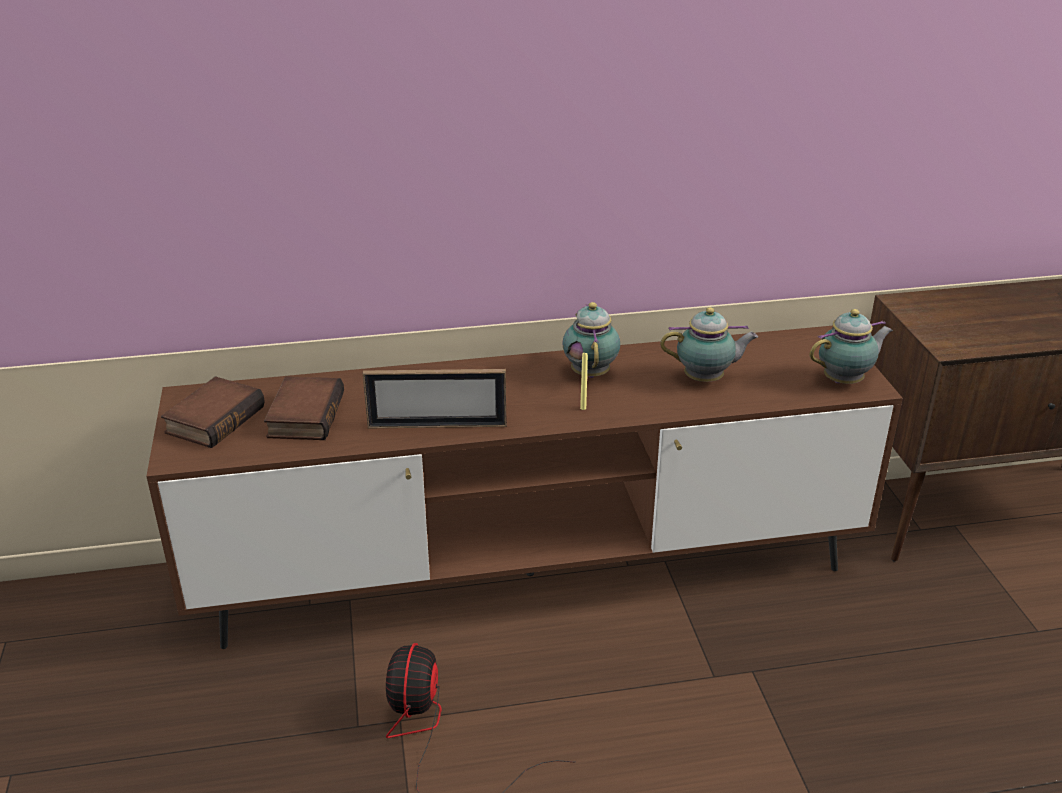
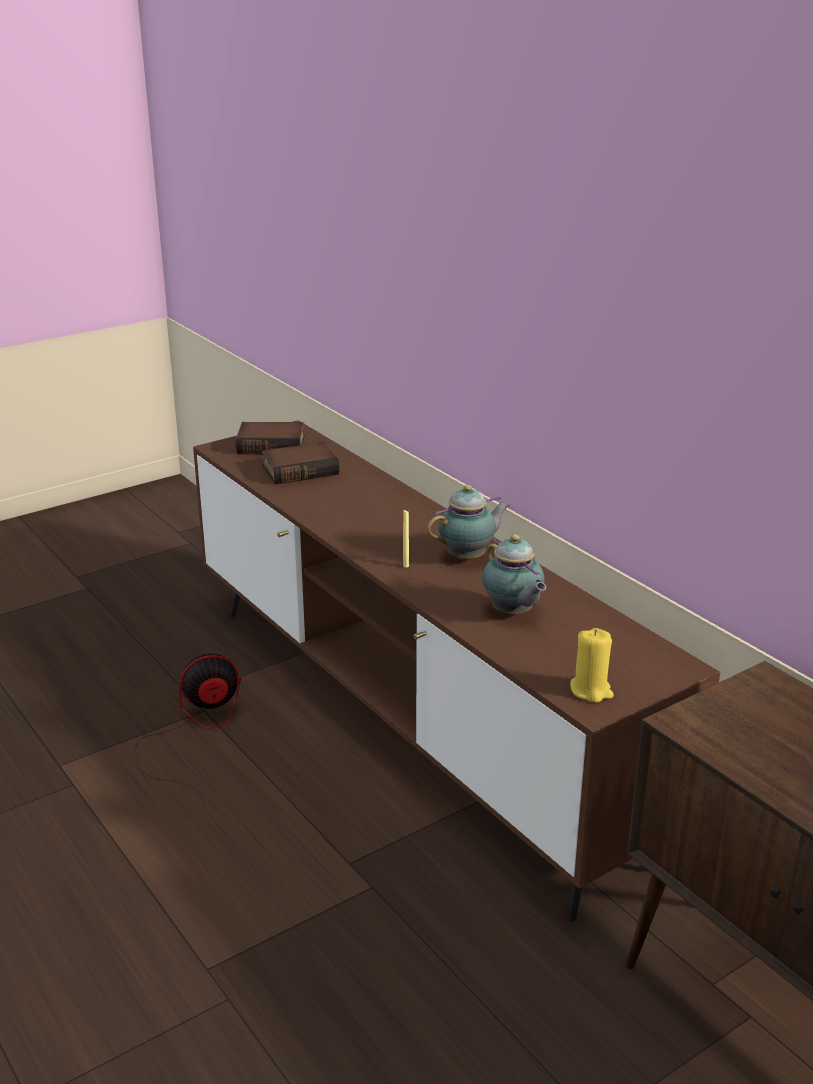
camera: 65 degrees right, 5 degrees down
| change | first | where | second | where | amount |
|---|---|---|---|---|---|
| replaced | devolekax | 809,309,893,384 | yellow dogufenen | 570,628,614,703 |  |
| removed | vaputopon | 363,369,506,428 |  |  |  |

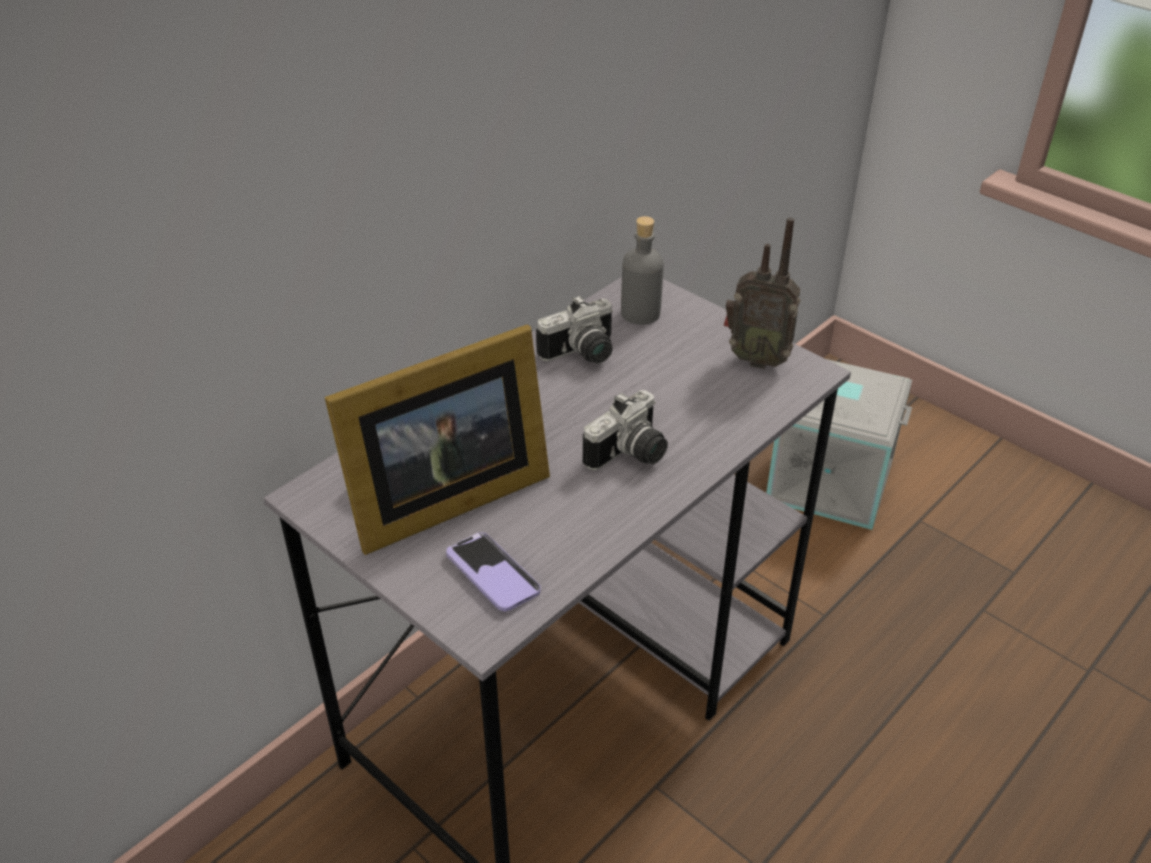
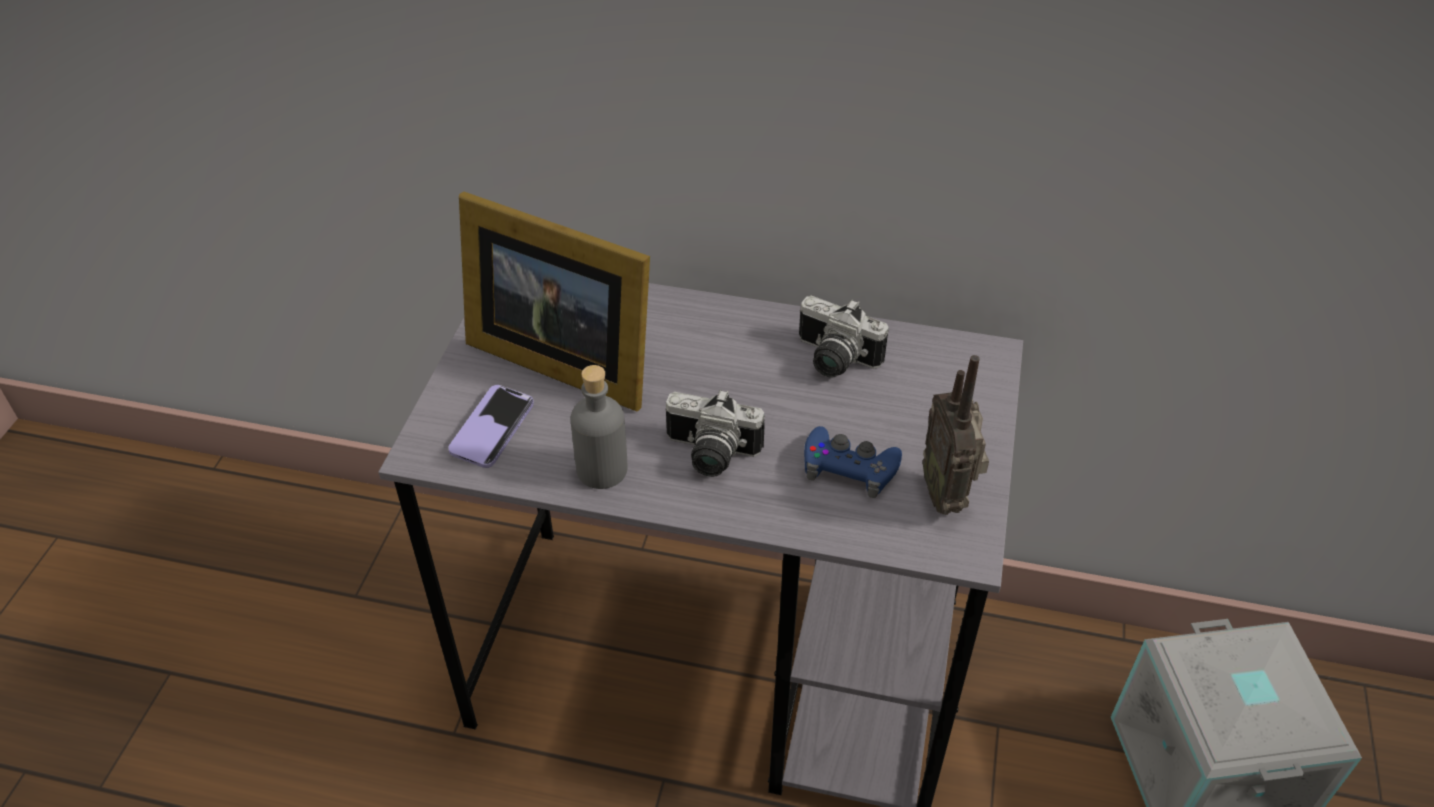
camera: 60 degrees right, 5 degrees up
| change | first | where | second | where | amount |
|---|---|---|---|---|---|
| moved | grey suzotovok | 621,216,664,325 |  | 571,365,627,489 |  |
| added |  |  | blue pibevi | 804,426,902,498 |  |

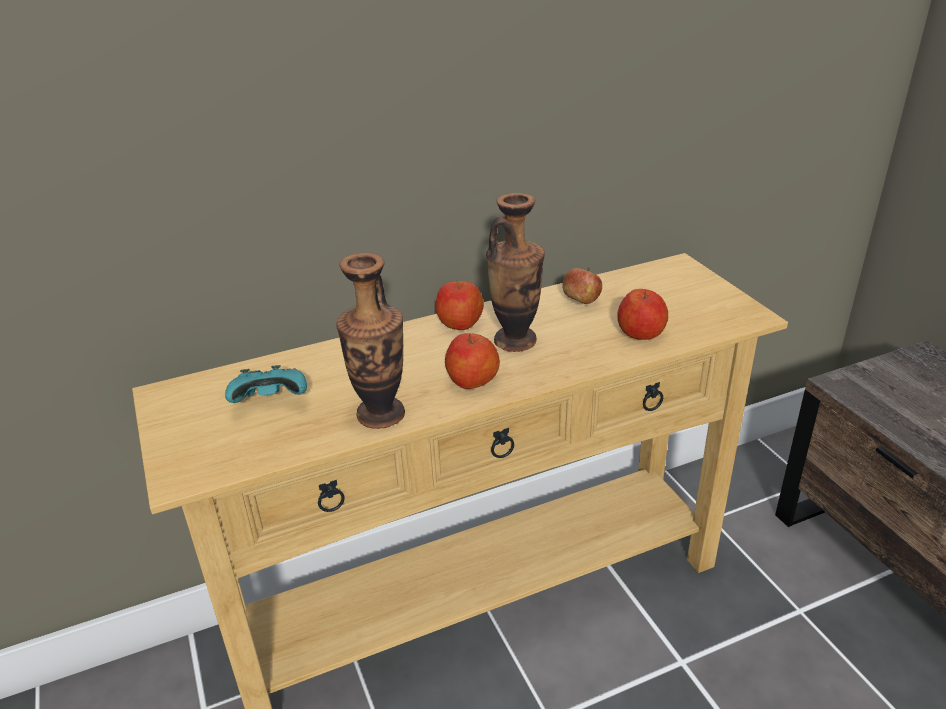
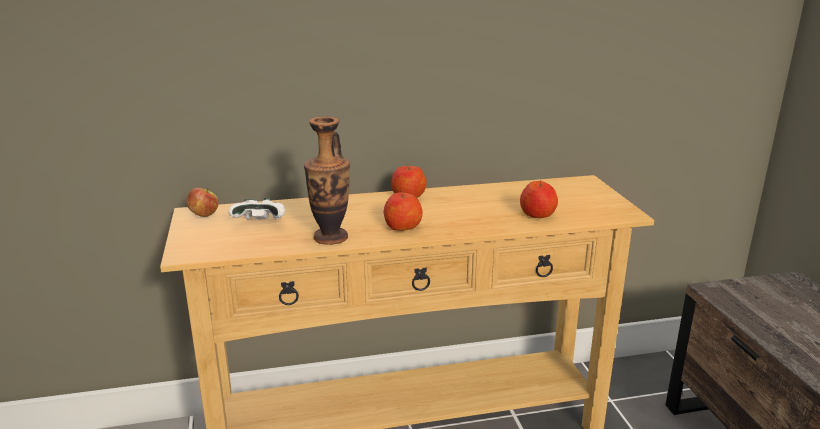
camera: 10 degrees right, 10 degrees down
| change | first | where | second | where | amount |
|---|---|---|---|---|---|
| removed | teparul | 486,193,545,352 |  |  |  |
| moved | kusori | 562,267,602,304 |  | 187,188,219,217 |  |
| recoloured | turquoise pibevi | 225,365,307,403 | white pibevi | 229,198,285,220 |  |

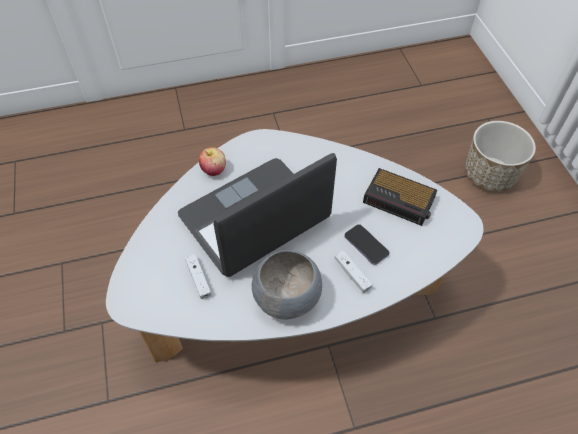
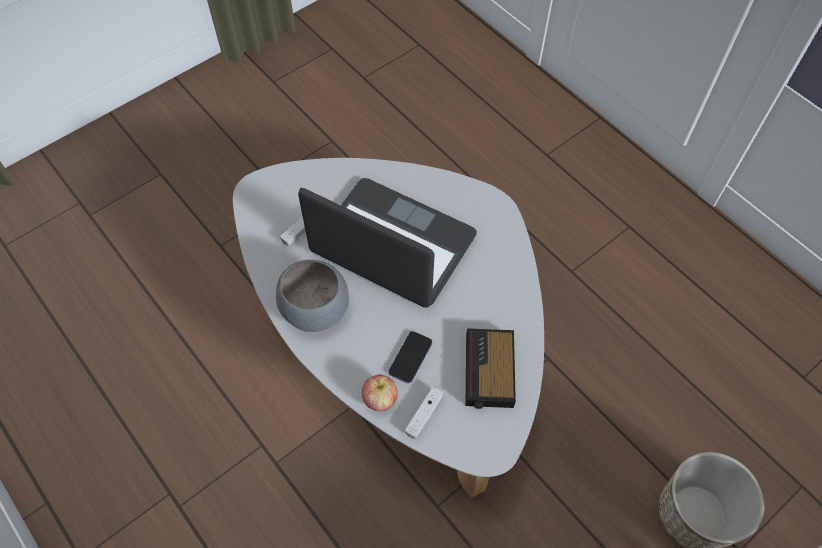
camera: 65 degrees right, 5 degrees up
| change | first | where | second | where | amount |
|---|---|---|---|---|---|
| moved | kusori | 199,147,226,176 |  | 362,375,398,411 |  |
| moved | white pibevi | 334,250,372,293 |  | 404,386,444,439 |  |

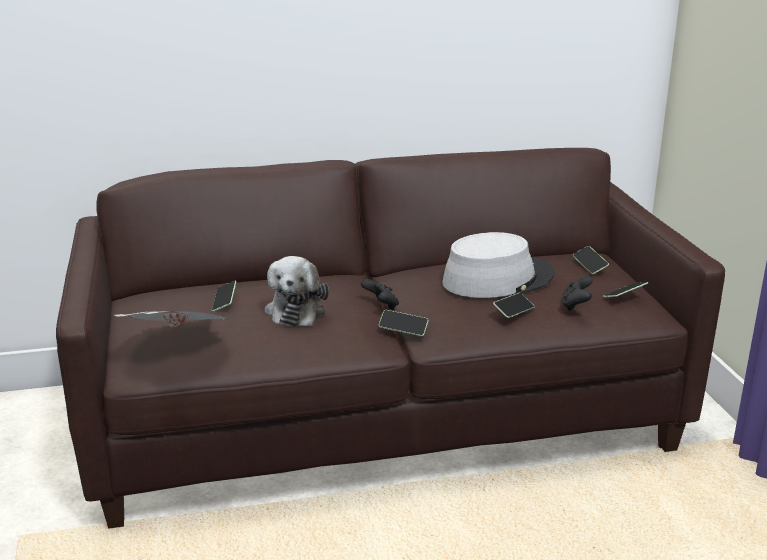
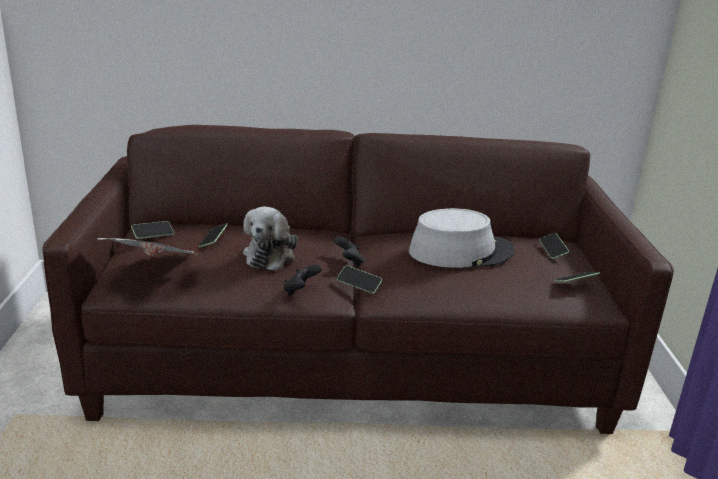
camera: 10 degrees right, 0 degrees up
| change | first | where | second | where | amount |
|---|---|---|---|---|---|
| moved | black pibevi | 562,276,593,311 |  | 284,264,322,295 |  |
| moved | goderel | 493,293,535,318 |  | 131,221,174,239 |  |

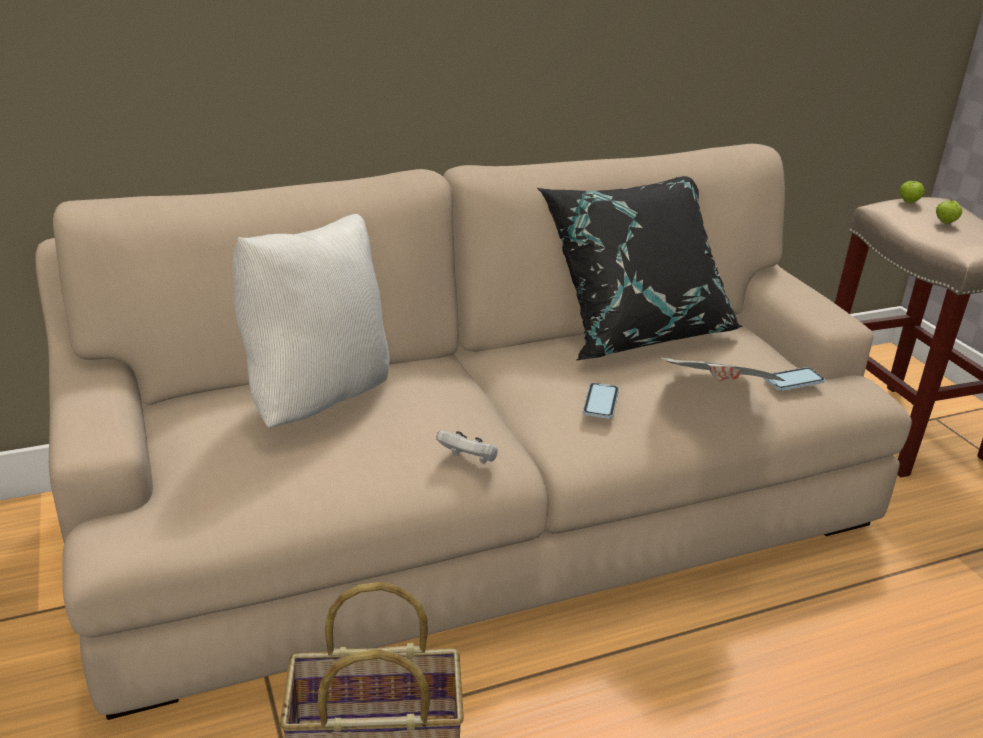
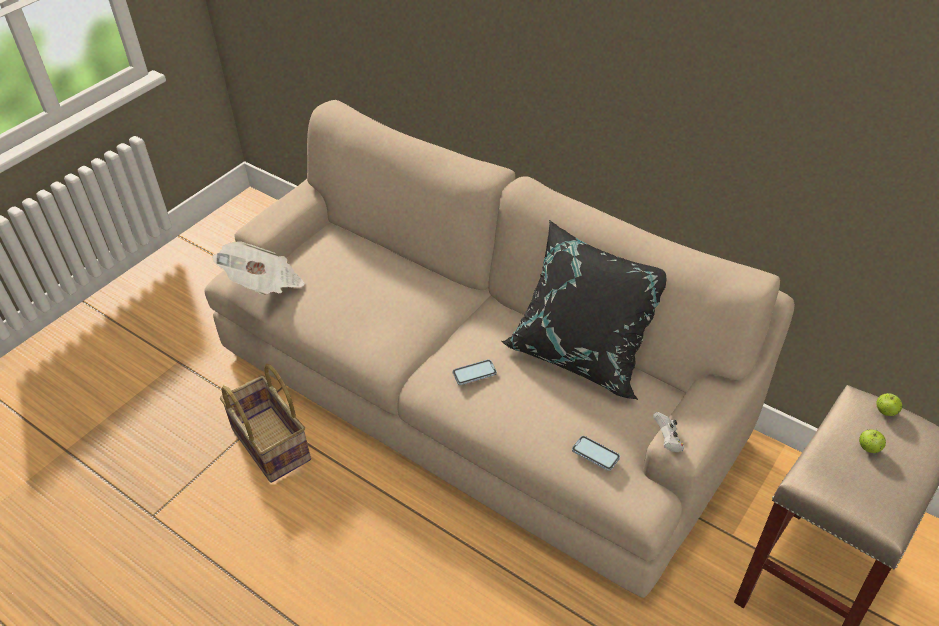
camera: 60 degrees right, 15 degrees up
| change | first | where | second | where | amount |
|---|---|---|---|---|---|
| removed | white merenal | 232,214,389,428 |  |  |  |
| moved | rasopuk | 659,357,785,381 |  | 212,241,305,294 |  |
| moved | white pibevi | 436,431,498,464 |  | 653,412,684,452 |  |

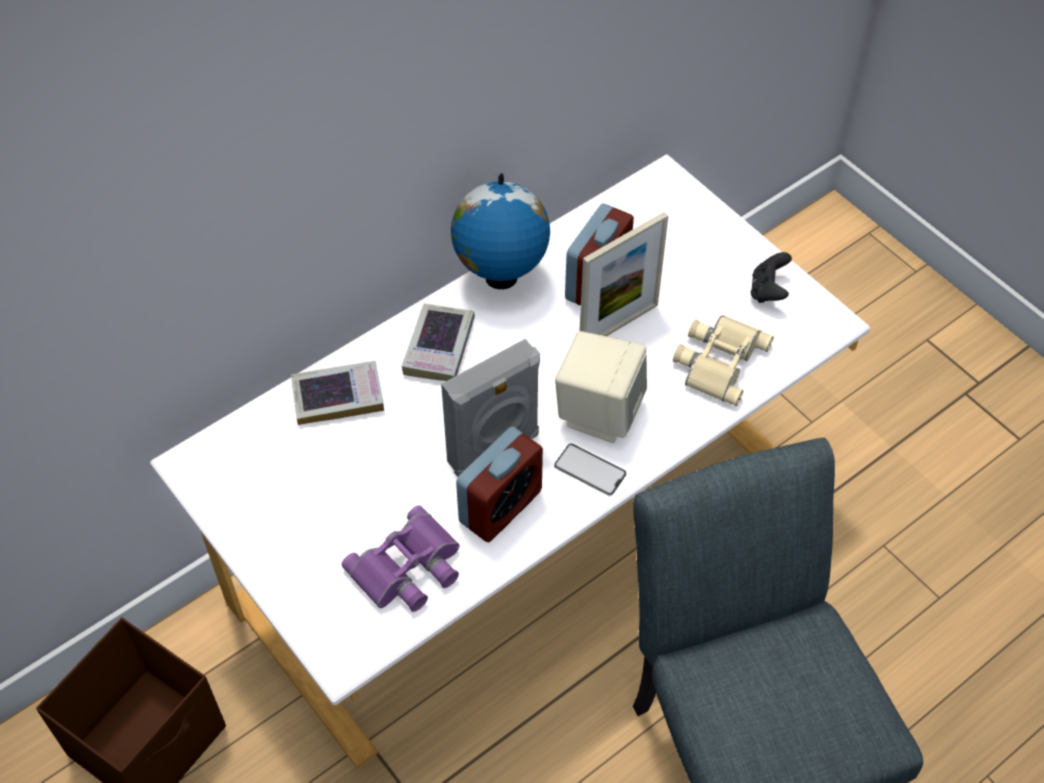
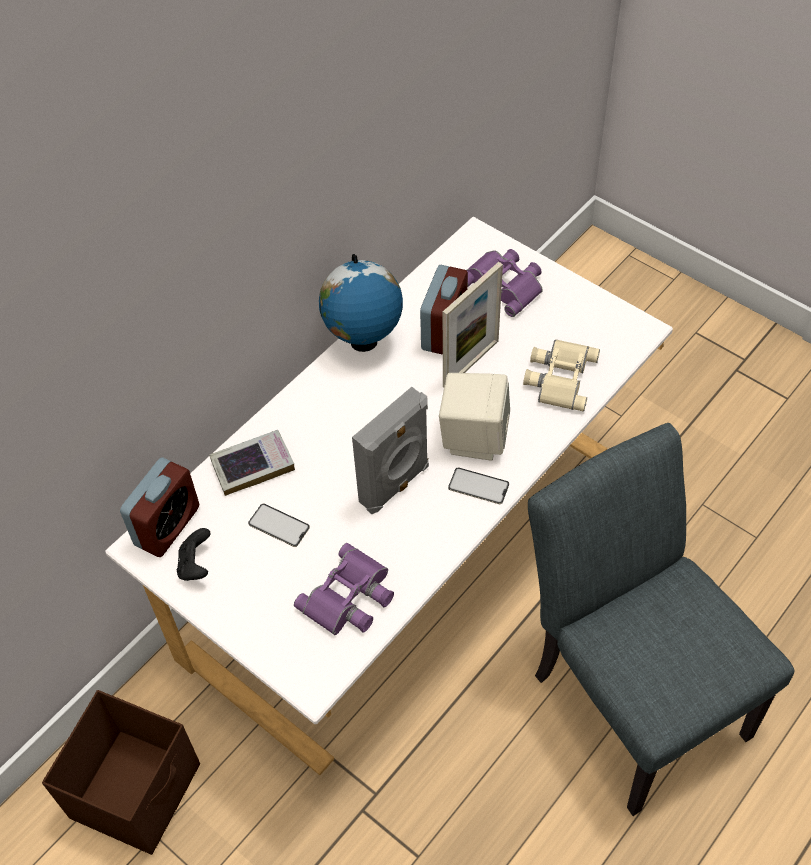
camera: 10 degrees left, 0 degrees up
| change | first | where | second | where | amount |
|---|---|---|---|---|---|
| moved | black pibevi | 751,252,792,303 |  | 177,528,211,581 |  |
| removed | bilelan | 401,304,475,381 |  |  |  |
| moved | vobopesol | 456,426,543,542 |  | 120,457,199,557 |  |
| added |  |  | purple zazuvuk | 466,249,543,317 |  |
| added |  |  | goderel | 248,504,310,547 |  |

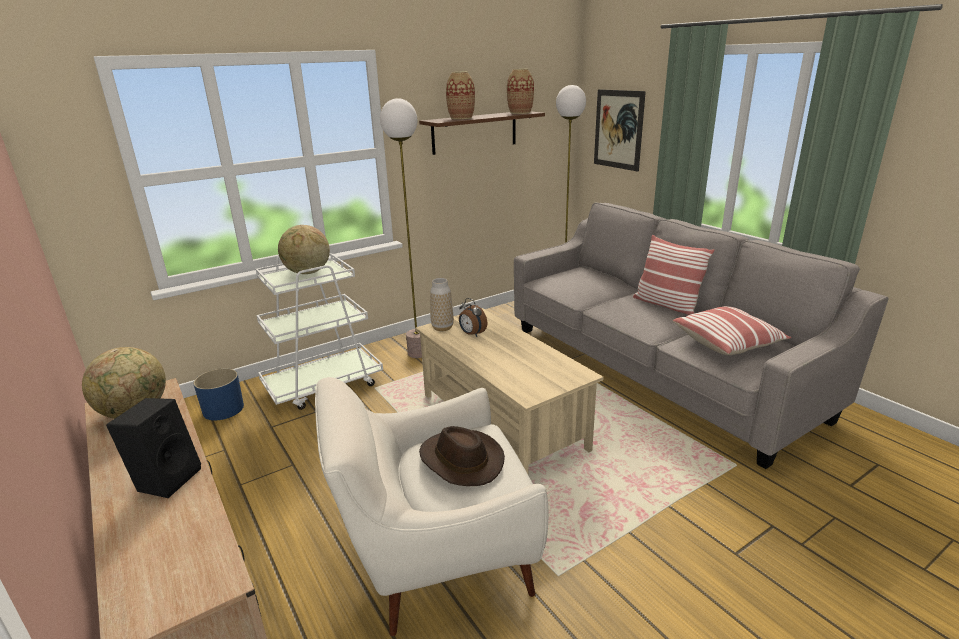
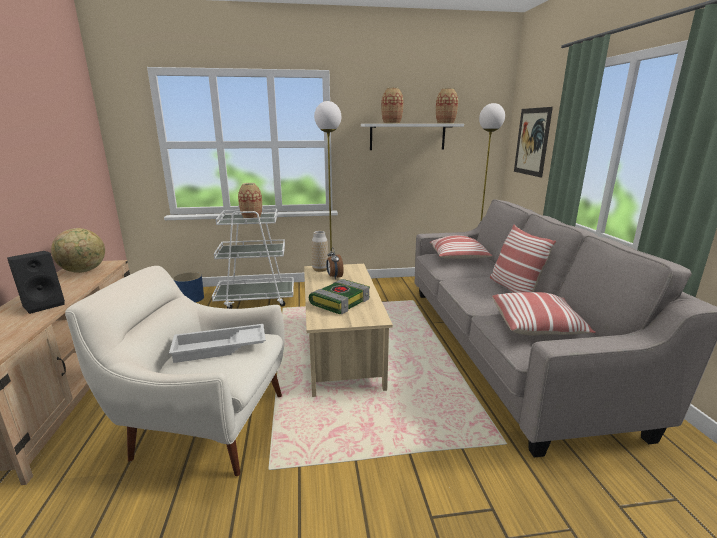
camera: 25 degrees right, 5 degrees down
| change | first | where | second | where | amount |
|---|---|---|---|---|---|
| recoloured | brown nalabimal | 419,112,545,155 | white nalabimal | 361,124,464,150 |  |
| replaced | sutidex | 278,225,330,274 | teparul | 238,183,262,218 |  |
| replaced | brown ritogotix | 419,426,505,486 | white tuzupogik | 169,324,266,363 |  |
| added |  |  | merenal | 430,235,492,259 |  |
| added |  |  | bilelan | 309,279,370,314 |  |

